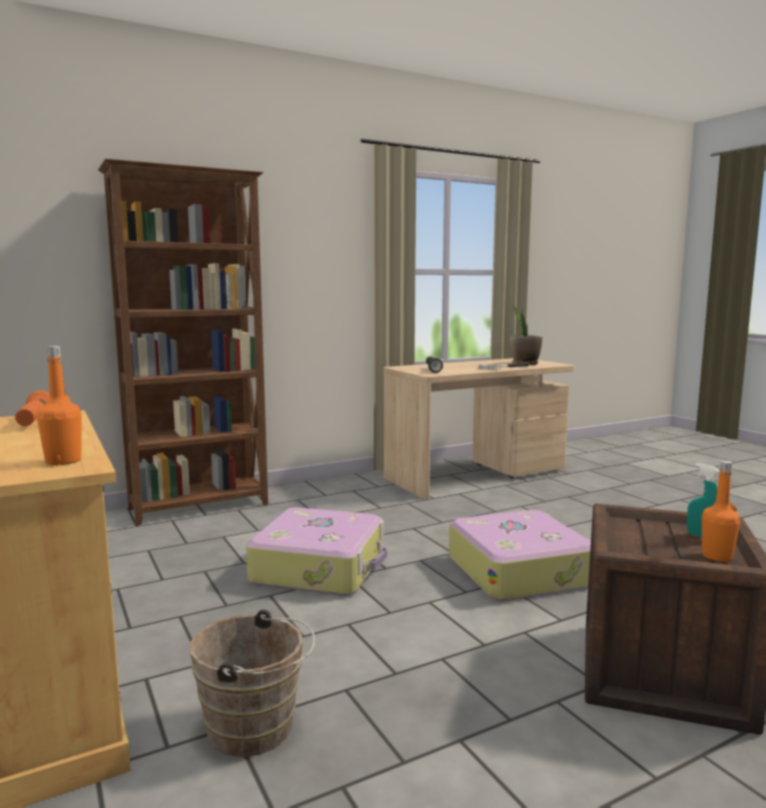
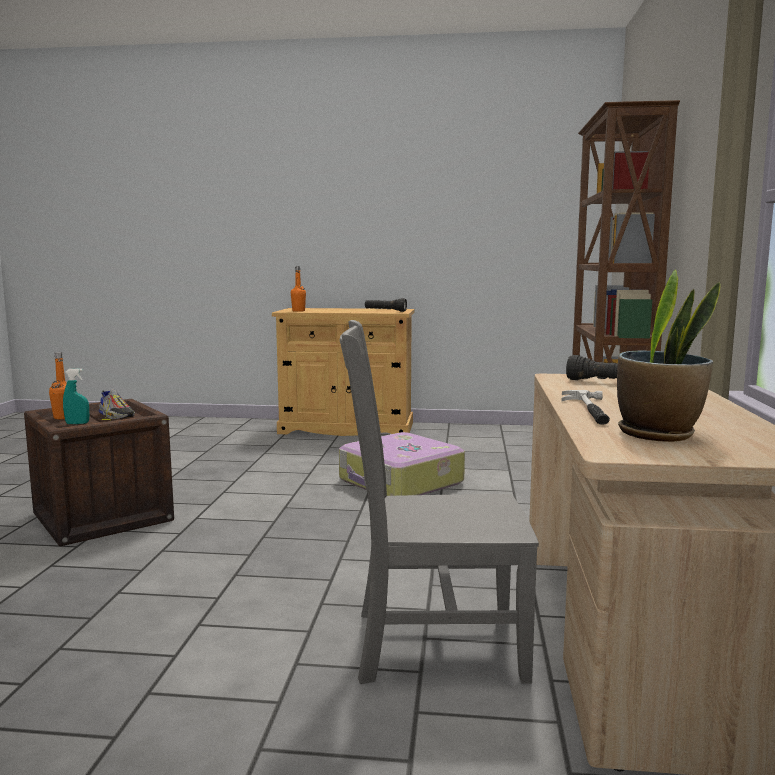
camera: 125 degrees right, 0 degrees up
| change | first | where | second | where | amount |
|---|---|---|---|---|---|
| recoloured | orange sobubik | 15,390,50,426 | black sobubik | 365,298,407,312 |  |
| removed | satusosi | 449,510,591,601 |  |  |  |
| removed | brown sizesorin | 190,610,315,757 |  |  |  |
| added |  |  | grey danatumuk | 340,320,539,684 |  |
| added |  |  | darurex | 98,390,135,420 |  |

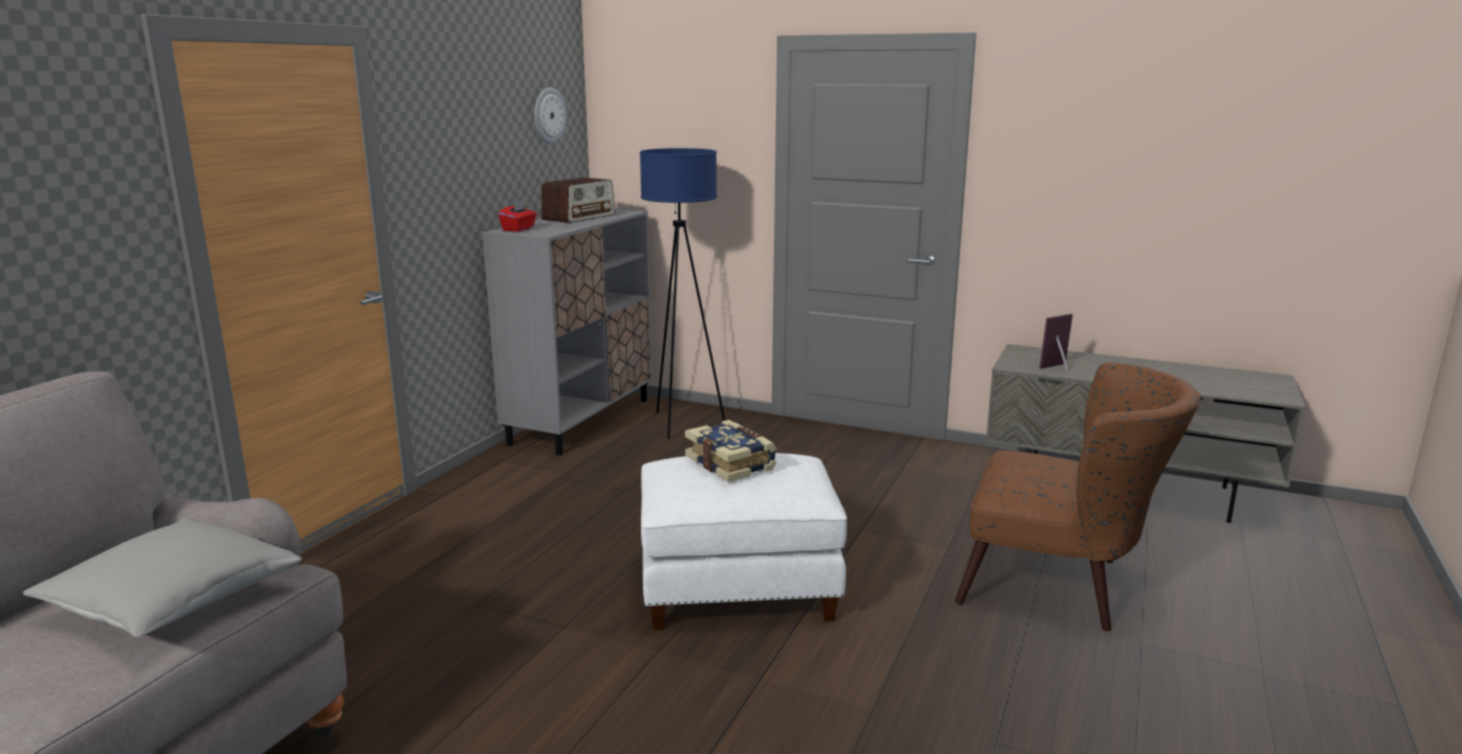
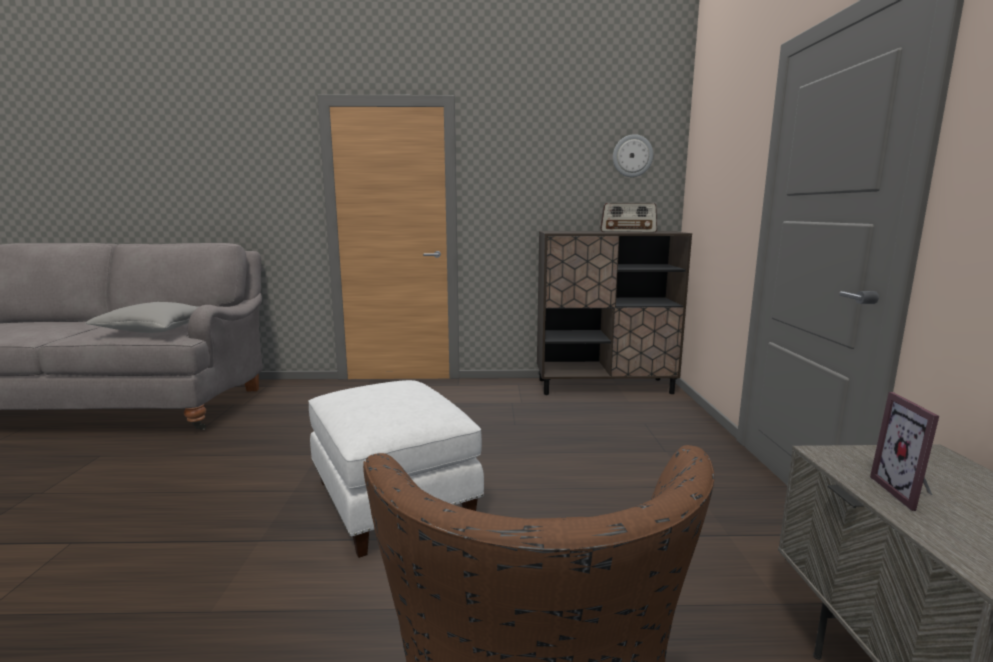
camera: 65 degrees right, 5 degrees down
| change | first | where | second | where | amount |
|---|---|---|---|---|---|
| removed | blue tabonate | 640,148,725,439 |  |  |  |
| removed | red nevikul | 498,200,537,232 |  |  |  |
| recoloured | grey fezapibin | 482,209,652,455 | brown fezapibin | 537,231,692,395 |  |
| turned | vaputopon | 1040,314,1073,371 |  | 870,392,939,511 | 120 degrees counterclockwise |
| removed | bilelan | 685,420,776,482 |  |  |  |

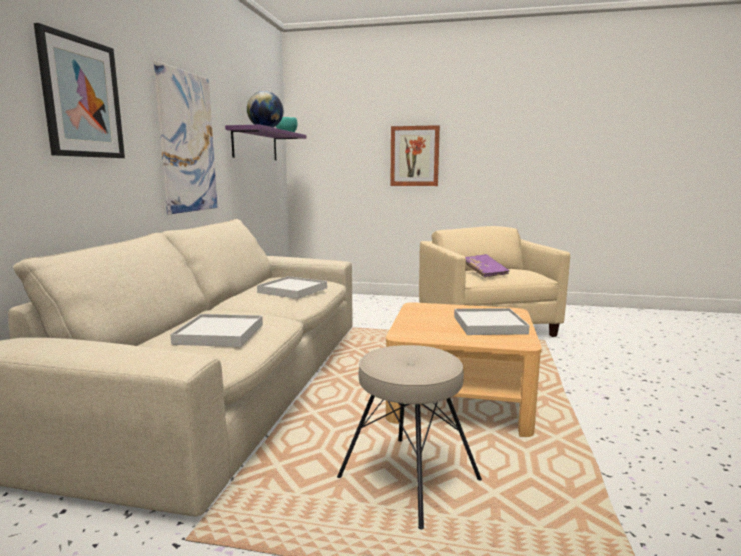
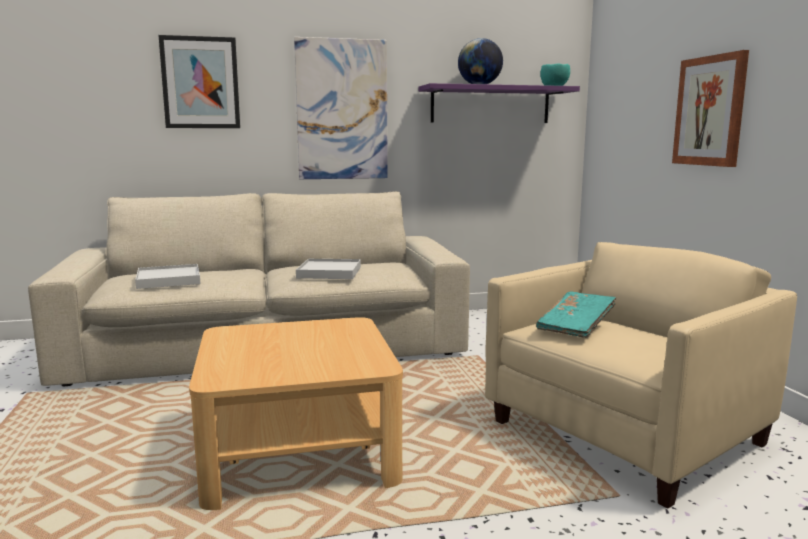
camera: 65 degrees right, 0 degrees up
| change | first | where | second | where | amount |
|---|---|---|---|---|---|
| recoloured | purple bilelan | 465,254,510,278 | turquoise bilelan | 536,291,616,338 |  |
| removed | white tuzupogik | 454,308,530,335 |  |  |  |
| removed | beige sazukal | 337,345,482,530 |  |  |  |

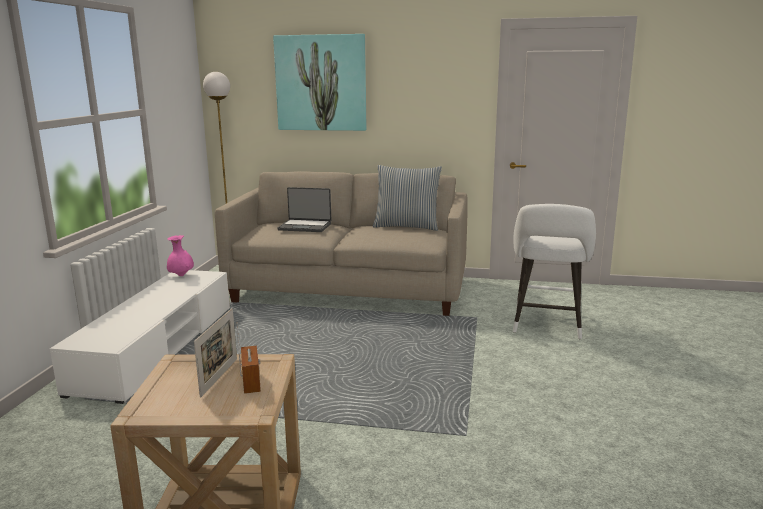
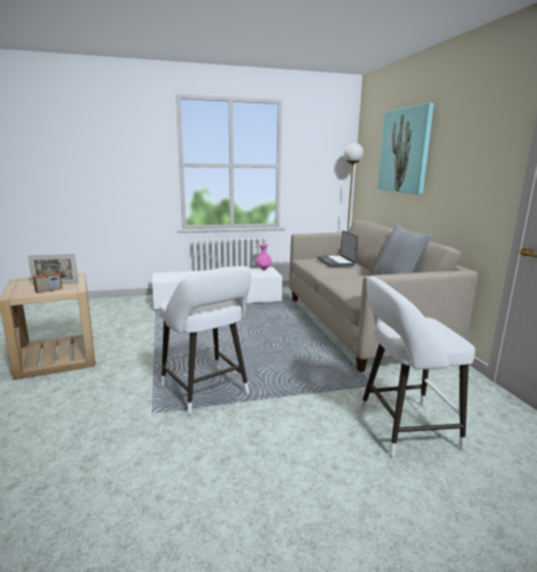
camera: 65 degrees right, 0 degrees up
| change | first | where | second | where | amount |
|---|---|---|---|---|---|
| added |  |  | white sazukal | 159,266,251,415 |  |

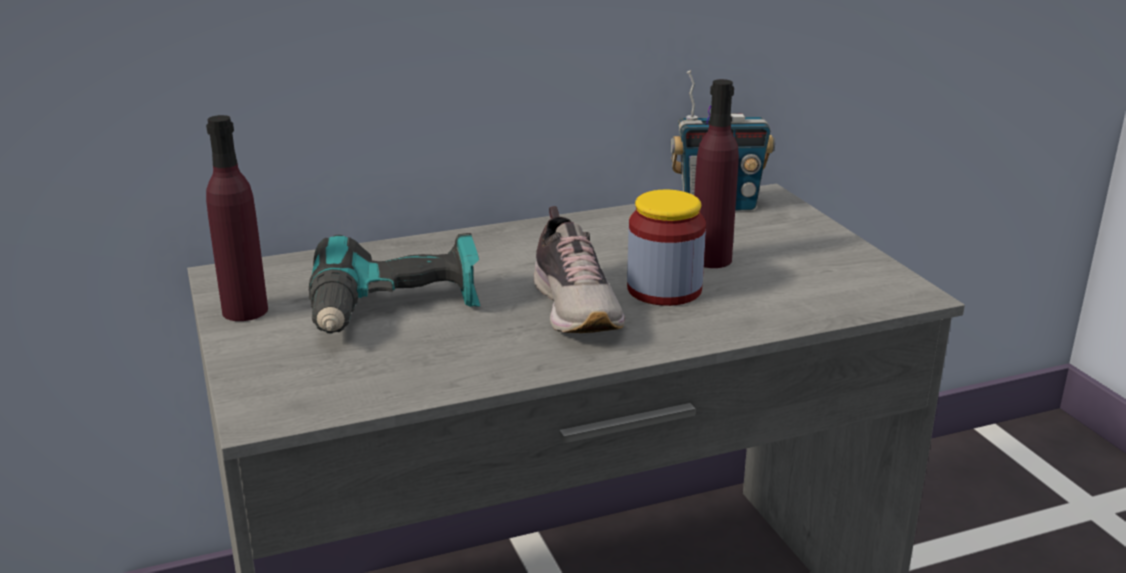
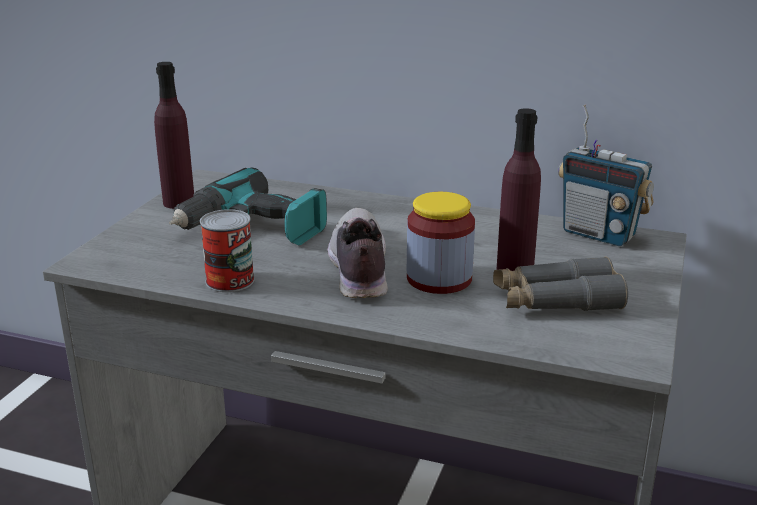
camera: 40 degrees right, 0 degrees up
| change | first | where | second | where | amount |
|---|---|---|---|---|---|
| turned | darurex | 533,206,625,333 |  | 327,208,388,298 | 150 degrees clockwise |
| added |  |  | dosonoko | 200,209,255,292 |  |
| added |  |  | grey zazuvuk | 493,256,628,311 |  |

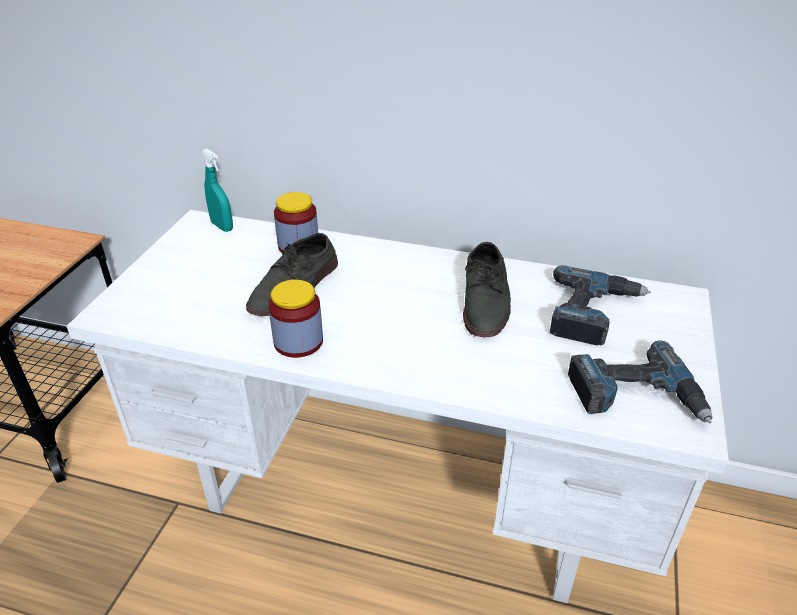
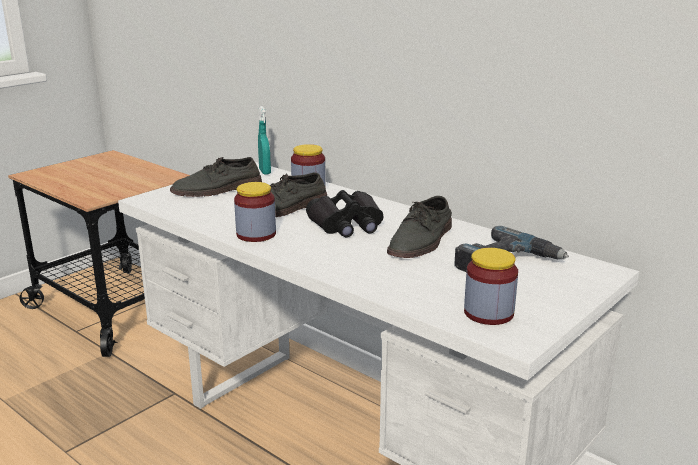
camera: 25 degrees right, 15 degrees down
| change | first | where | second | where | amount |
|---|---|---|---|---|---|
| replaced | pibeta | 568,340,713,423 | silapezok | 464,248,518,325 |  |
| added |  |  | grey darurex | 170,157,262,197 |  |
| added |  |  | black zazuvuk | 306,190,384,237 |  |

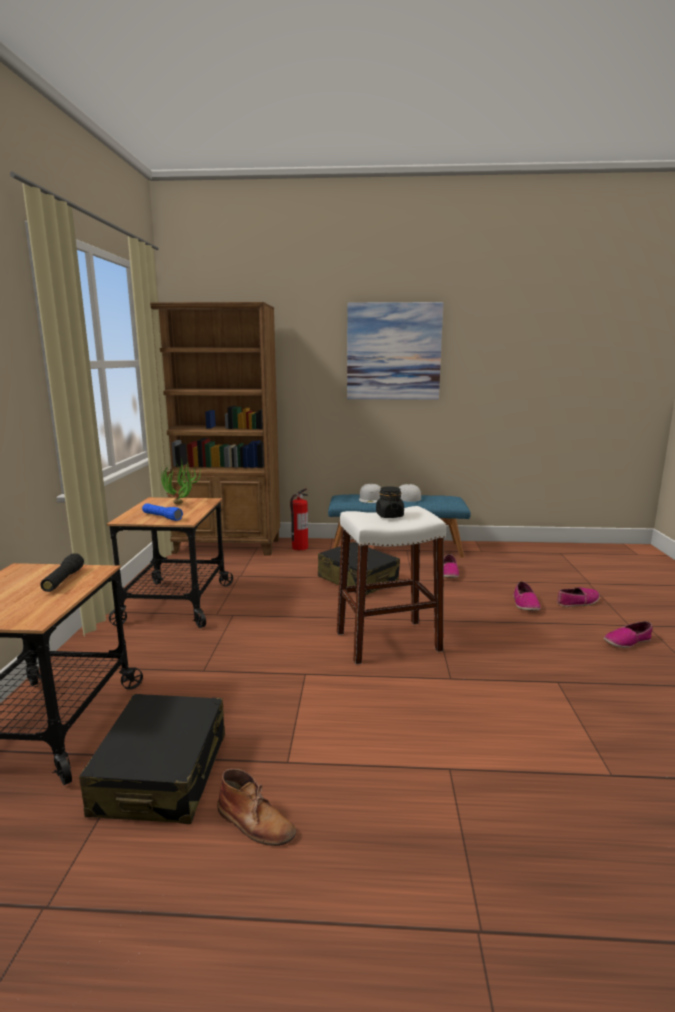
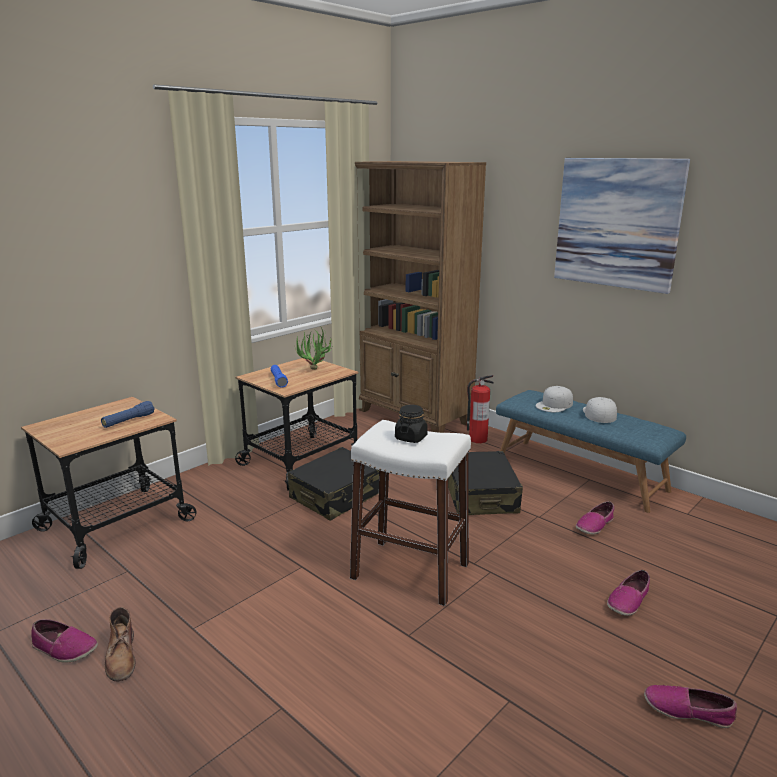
camera: 40 degrees right, 5 degrees up
| change | first | where | second | where | amount |
|---|---|---|---|---|---|
| recoloured | black sobubik | 40,553,84,592 | blue sobubik | 101,401,154,428 |  |
| moved | darurex | 557,587,600,607 |  | 31,619,98,663 |  |
| moved | black satusosi | 79,694,225,824 |  | 288,447,379,521 |  |

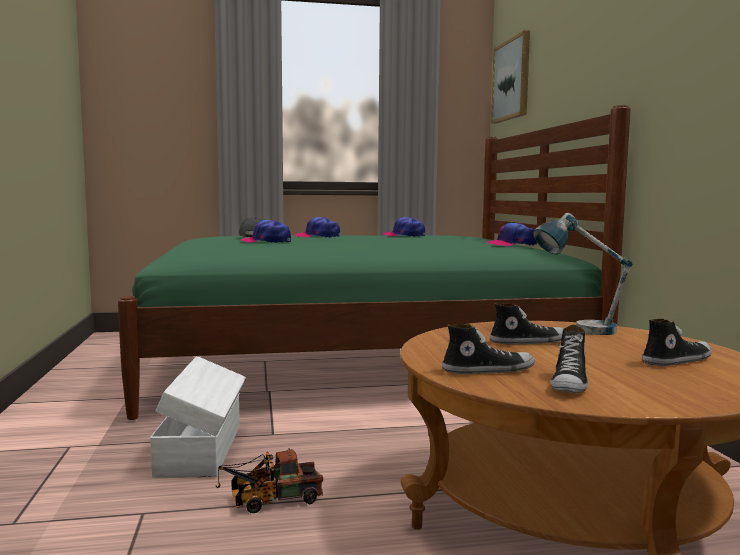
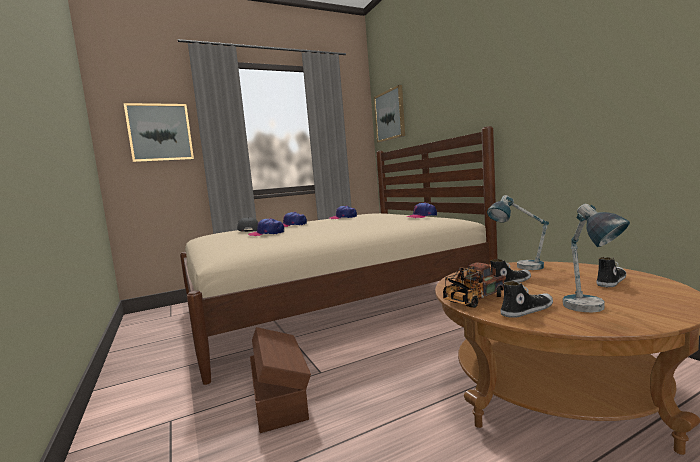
camera: 15 degrees left, 0 degrees up
| change | first | where | second | where | amount |
|---|---|---|---|---|---|
| recoloured | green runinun | 118,105,631,420 | beige runinun | 180,126,498,385 |  |
| replaced | darurex | 551,325,588,393 | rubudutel | 563,204,630,312 |  |
| recoloured | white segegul | 150,356,246,478 | brown segegul | 250,327,311,433 |  |
| moved | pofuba | 216,449,323,513 |  | 443,263,506,308 |  |
| added |  |  | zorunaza | 124,103,194,162 |  |

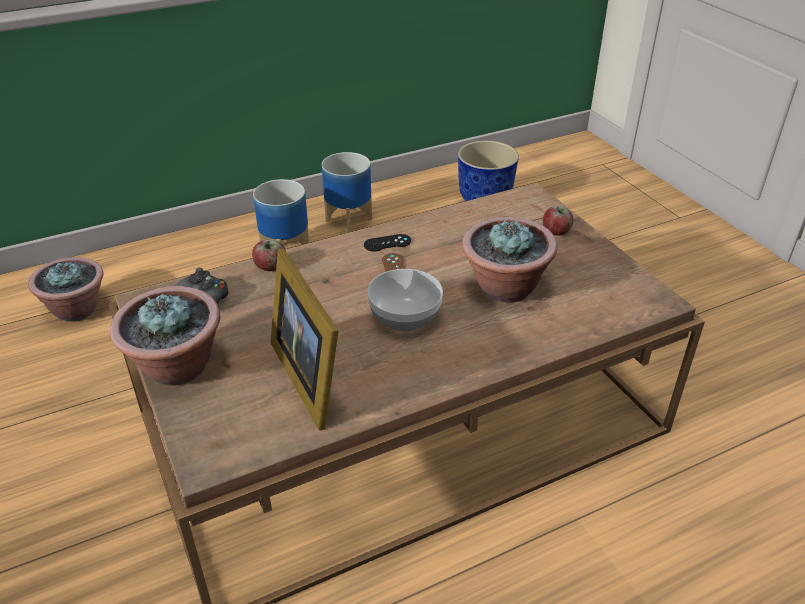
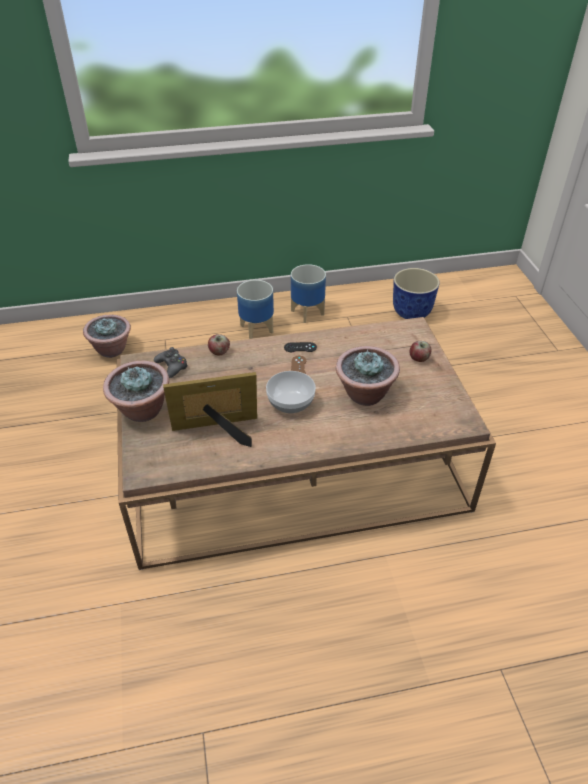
camera: 15 degrees right, 5 degrees up
| change | first | where | second | where | amount |
|---|---|---|---|---|---|
| turned | vaputopon | 271,249,339,430 |  | 163,372,257,447 | 90 degrees clockwise |

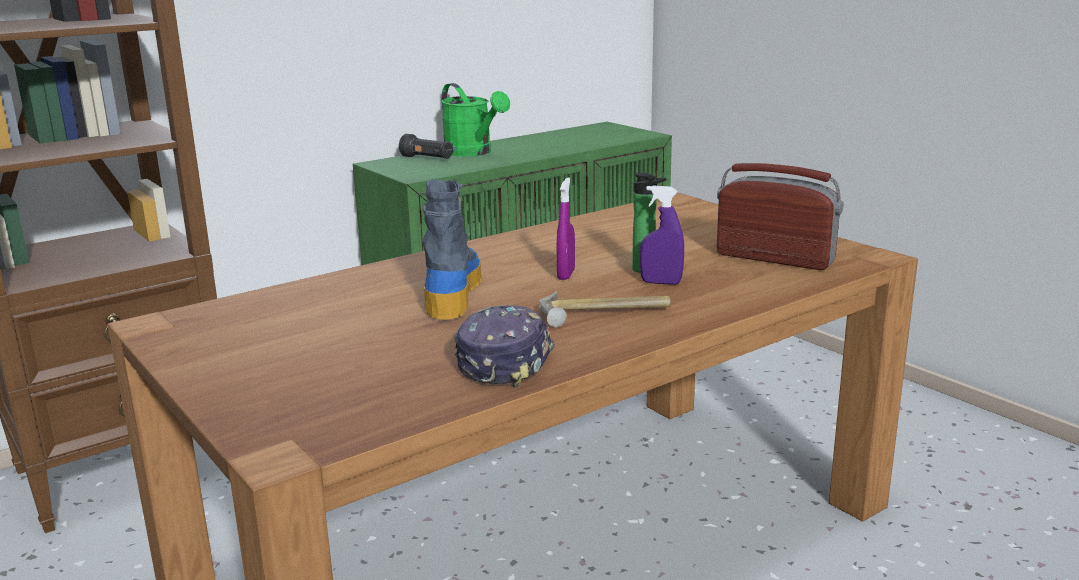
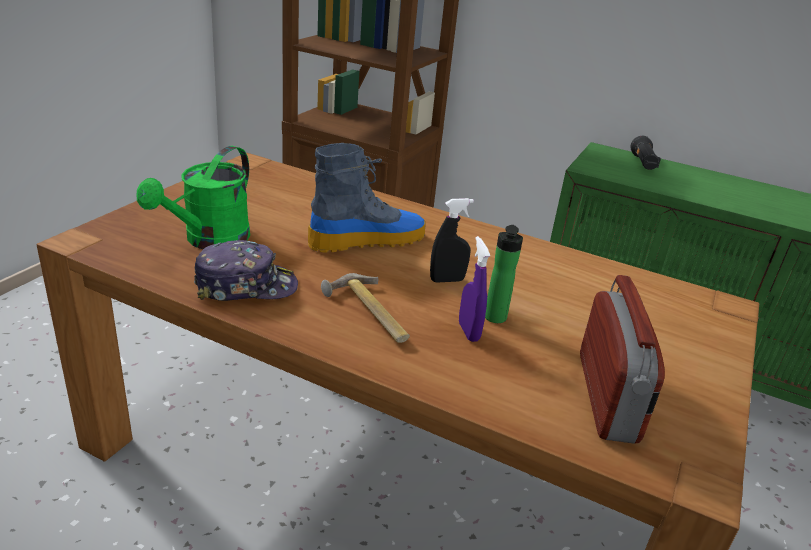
camera: 60 degrees right, 10 degrees up
| change | first | where | second | where | amount |
|---|---|---|---|---|---|
| moved | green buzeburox | 441,83,510,156 |  | 137,146,250,249 |  |
| recoloured | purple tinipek | 557,178,575,280 | black tinipek | 430,198,474,282 |  |

